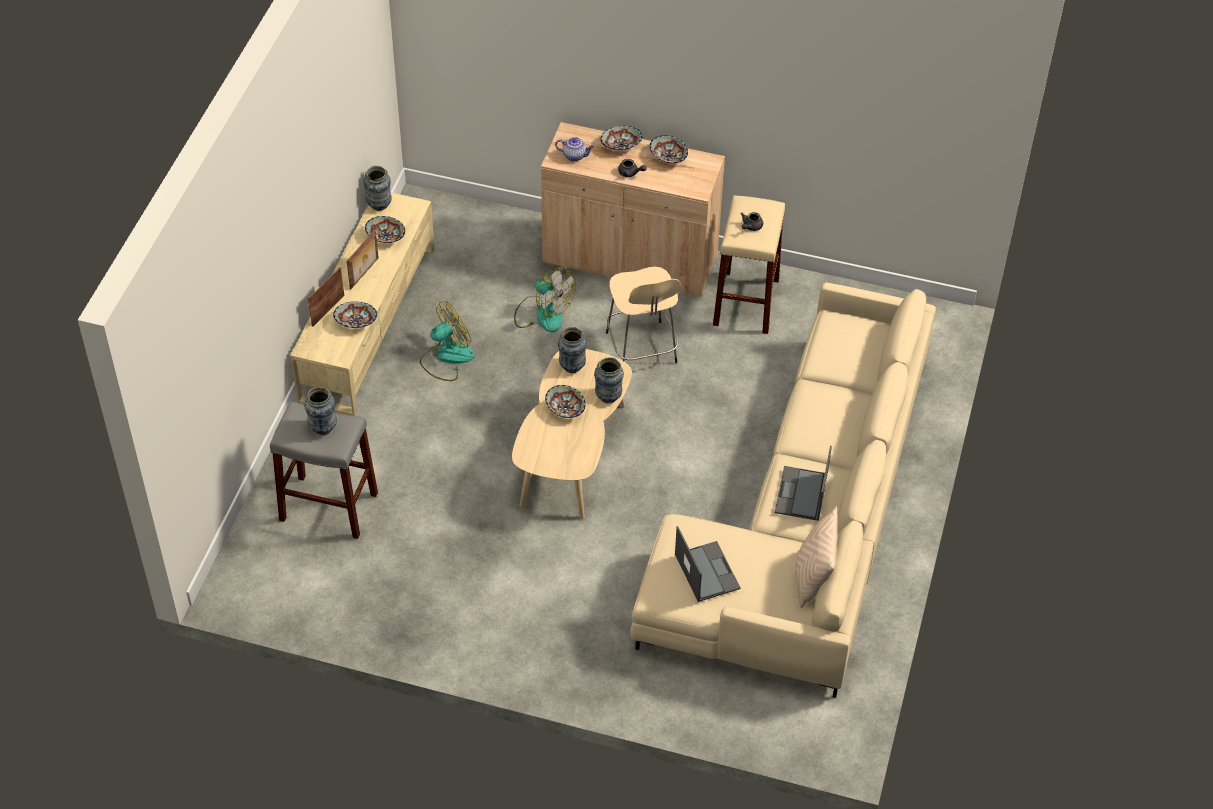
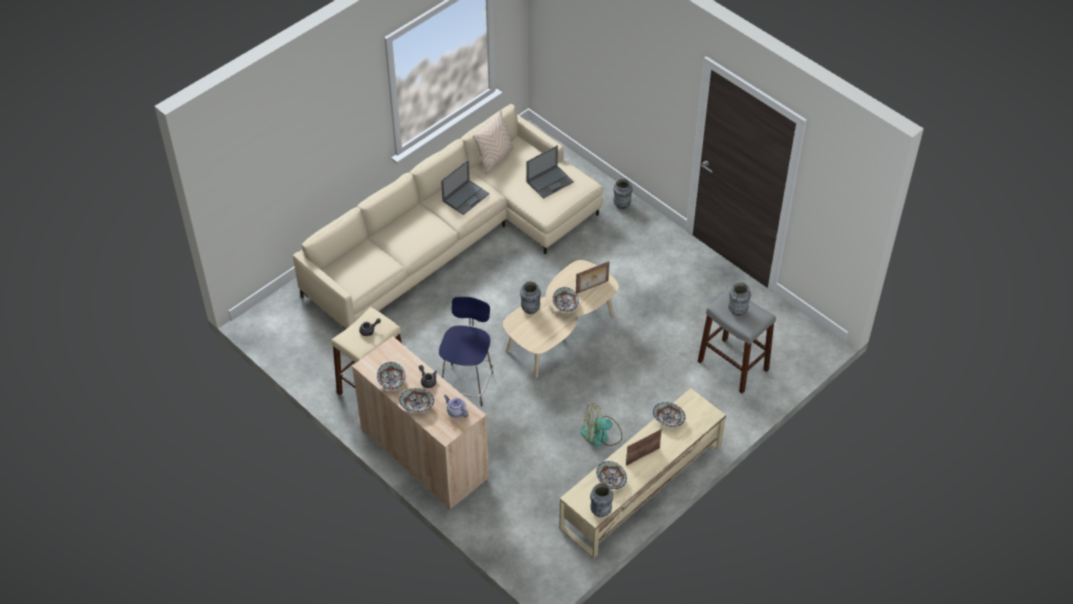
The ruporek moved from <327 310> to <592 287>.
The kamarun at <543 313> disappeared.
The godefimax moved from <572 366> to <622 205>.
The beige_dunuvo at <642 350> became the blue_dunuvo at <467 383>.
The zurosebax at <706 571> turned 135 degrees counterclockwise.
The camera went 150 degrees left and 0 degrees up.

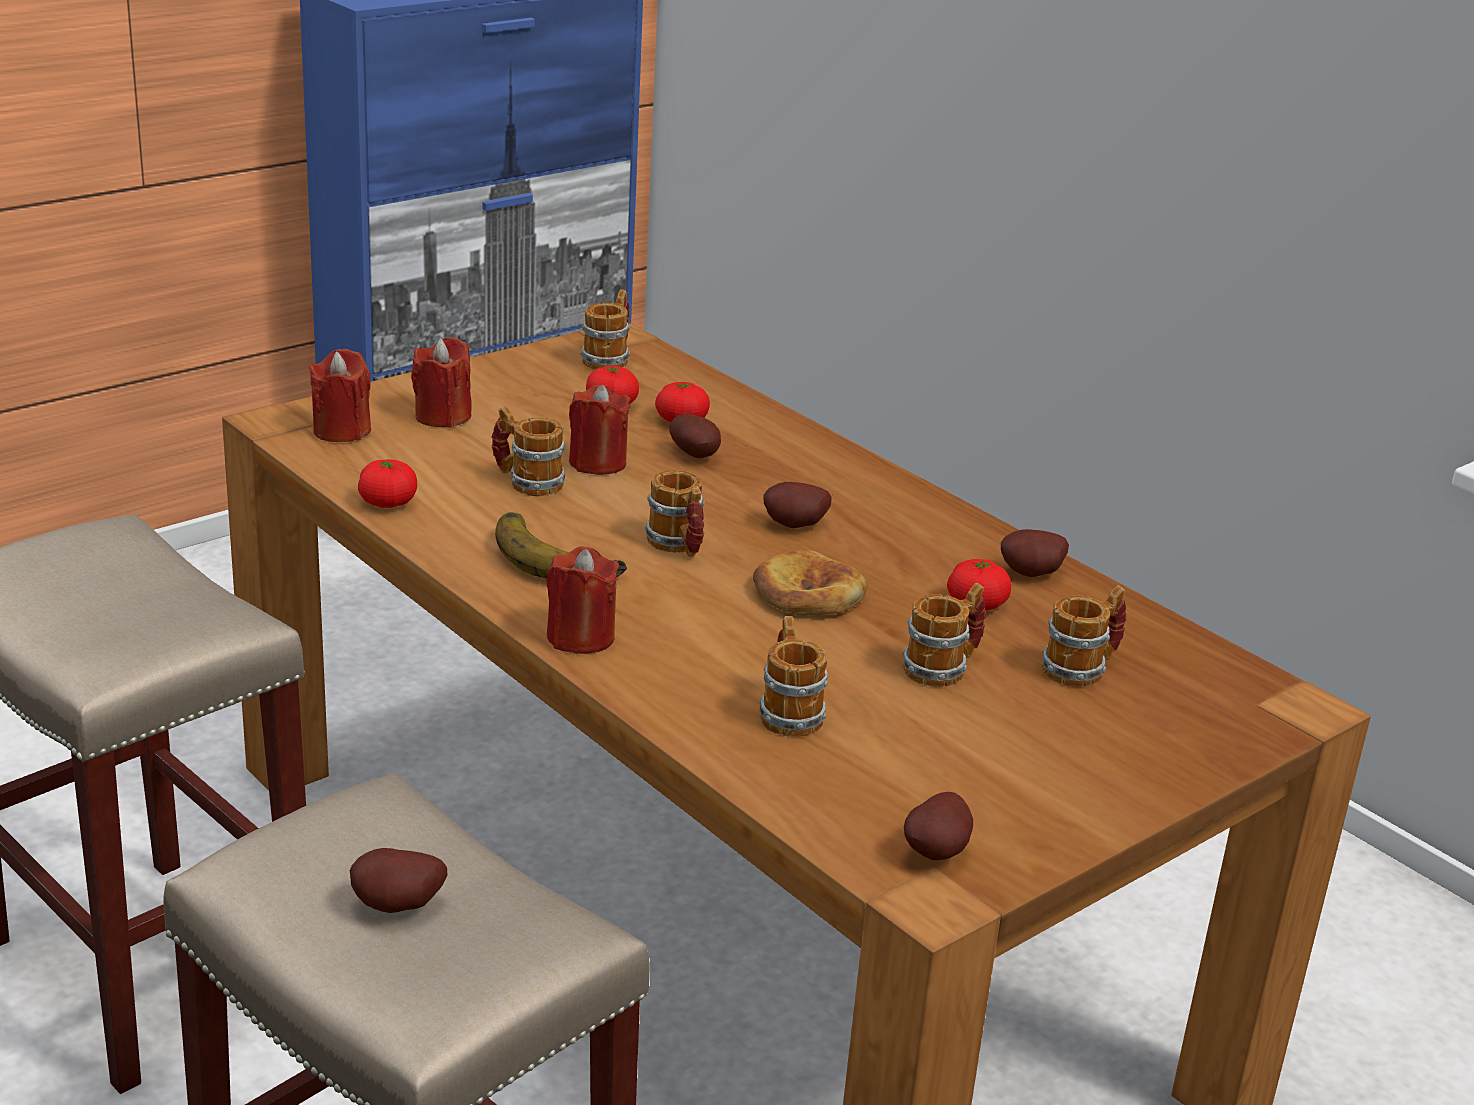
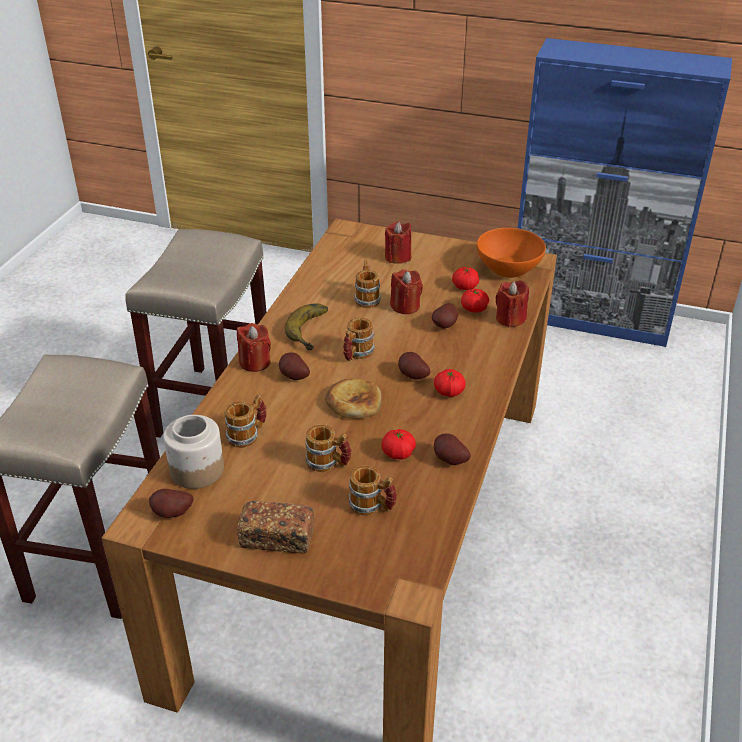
The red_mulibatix moved from <342 431> to <510 319>.
The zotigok moved from <398 908> to <293 377>.
The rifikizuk moved from <388 503> to <449 392>.
The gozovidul at <609 358> was replaced by the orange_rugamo at <509 267>.
The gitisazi at <196 470> appeared.
The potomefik at <277 538> appeared.
The camera went 60 degrees right and 10 degrees up.

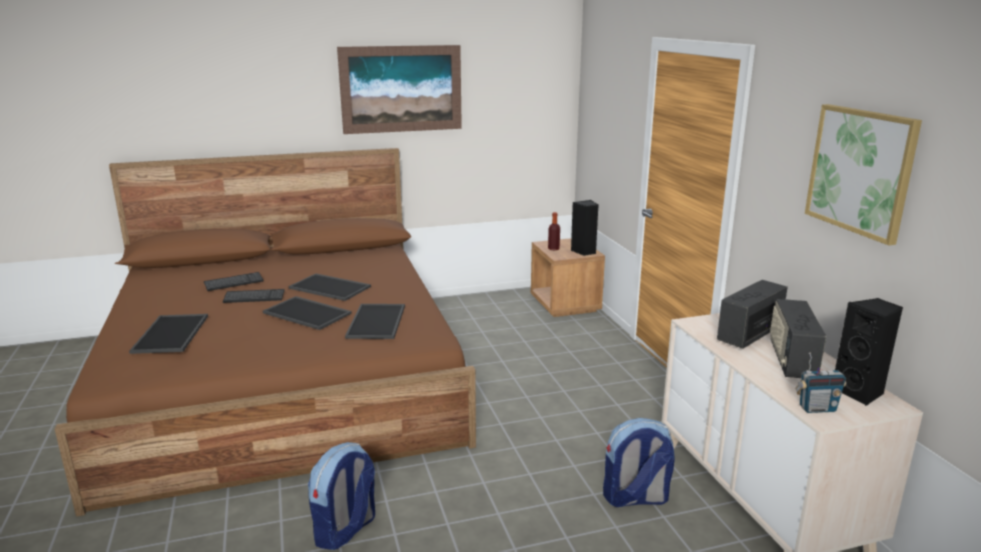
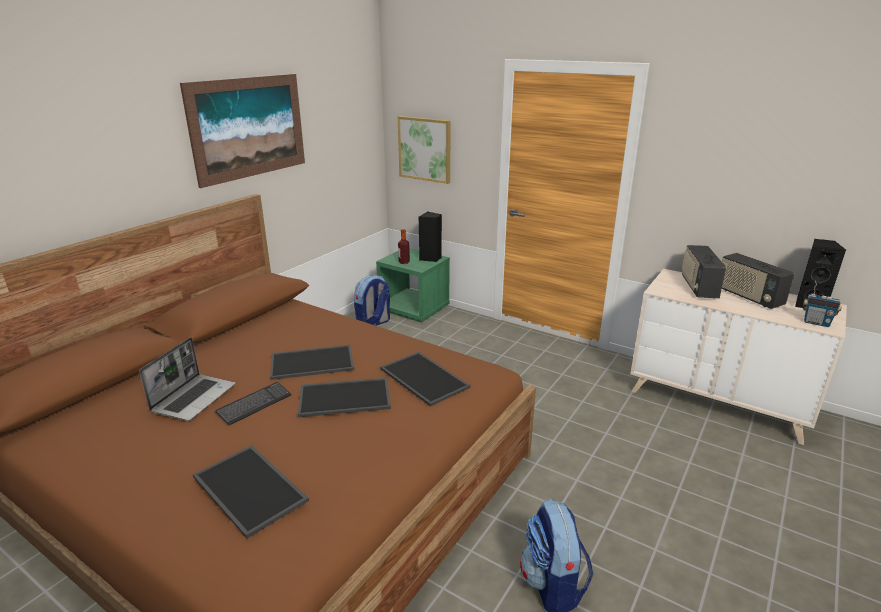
The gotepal at <234 283> was replaced by the zurosebax at <194 398>.
The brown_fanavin at <565 304> became the green_fanavin at <414 309>.
The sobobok moved from <635 498> to <373 324>.
The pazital at <817 408> turned 75 degrees clockwise.
The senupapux moved from <860 171> to <425 149>.
The camera went 40 degrees left and 5 degrees up.

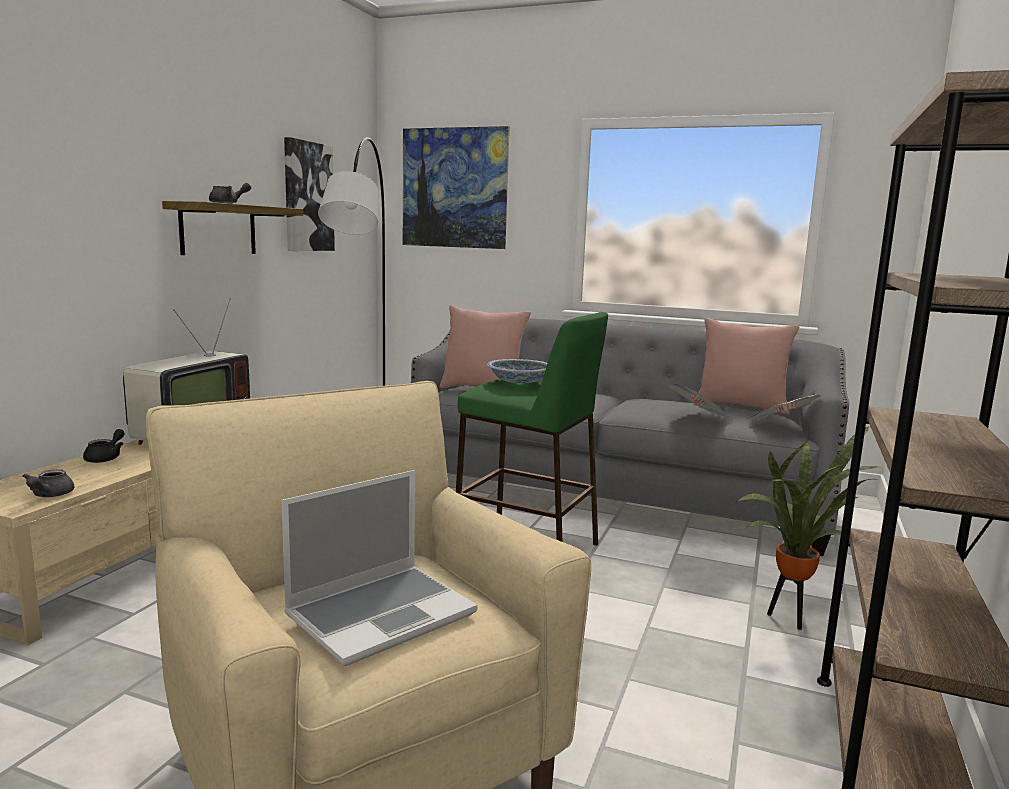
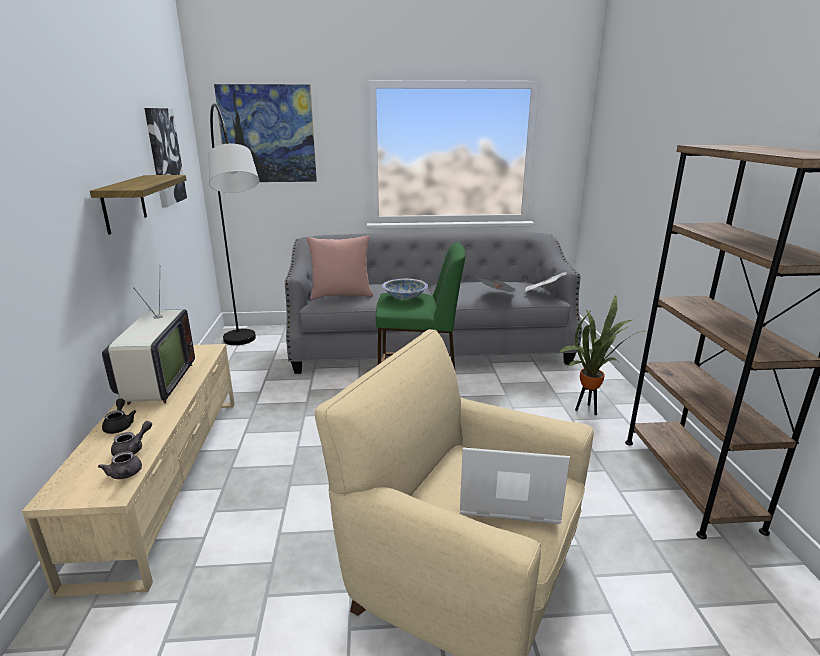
The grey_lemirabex moved from <228 203> to <133 449>.
The zurosebax at <382 613> turned 105 degrees counterclockwise.
The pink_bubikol at <741 407> disappeared.
The camera went 25 degrees left and 10 degrees up.

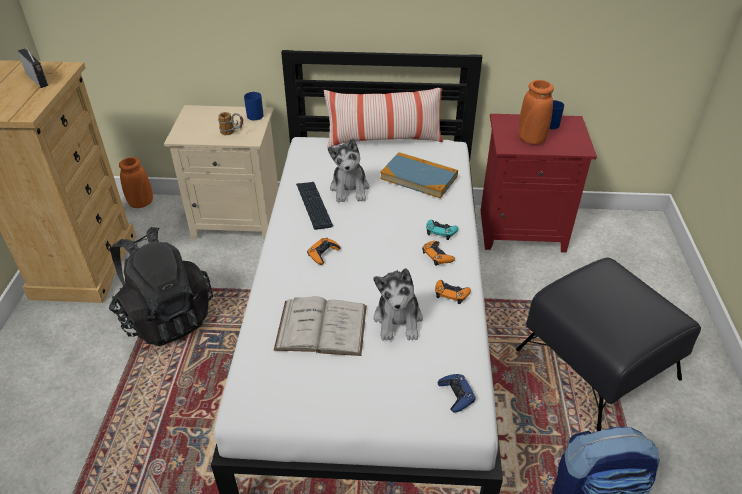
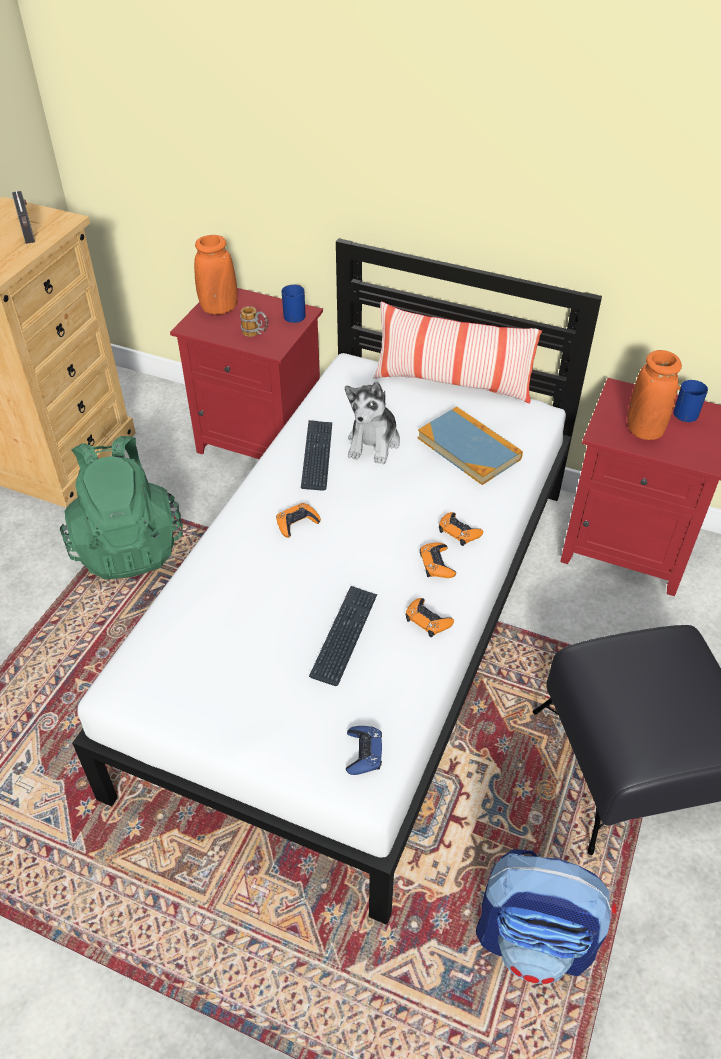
The black_sobobok at <166 316> became the green_sobobok at <128 545>.
The orange_godefimax moved from <141 203> to <219 309>.
The beige_fanavin at <239 219> became the red_fanavin at <262 440>.
The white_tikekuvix at <321 327> disappeared.
The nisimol at <398 320> was replaced by the gotepal at <344 635>.
The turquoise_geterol at <440 231> became the orange_geterol at <459 532>.
The camera went 20 degrees right and 5 degrees up.

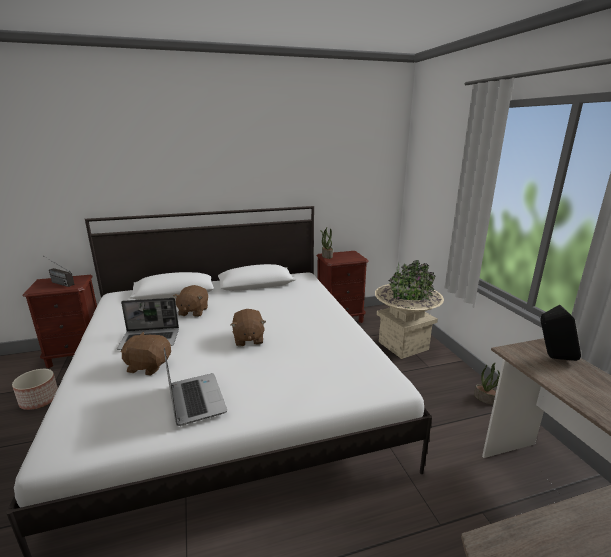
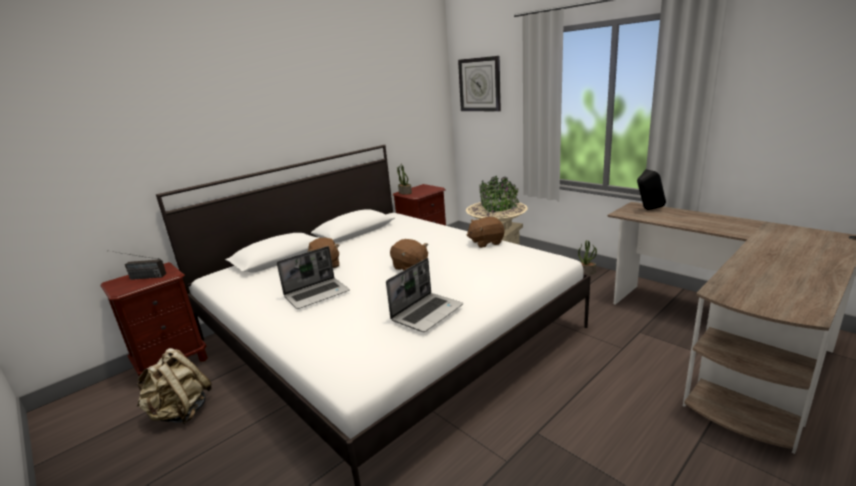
The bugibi at <39 400> was replaced by the beige_sobobok at <180 412>.
The brown_nisimol moved from <148 366> to <486 242>.
The zurosebax at <195 399> turned 90 degrees clockwise.
The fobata at <480 84> appeared.
The camera went 25 degrees left and 0 degrees up.

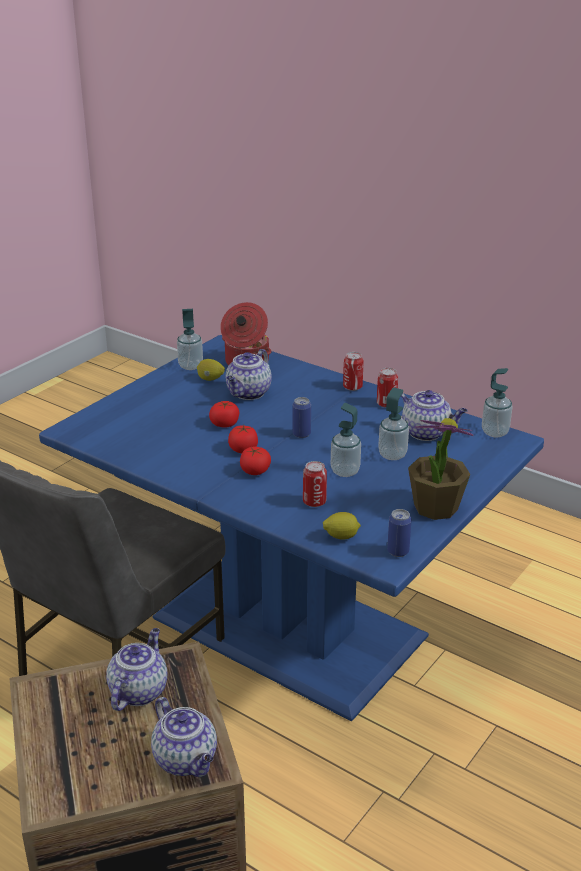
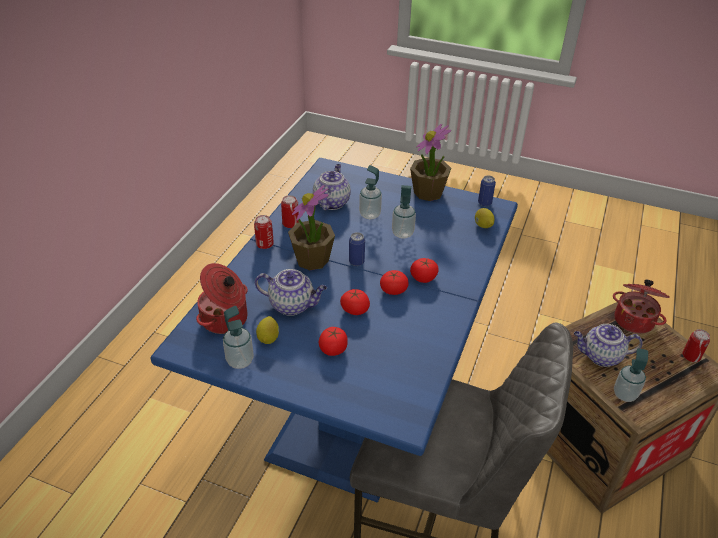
The lemirabex at <187 760> was replaced by the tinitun at <634 320>.
The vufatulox moved from <314 502> to <691 356>.
The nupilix moved from <495 432> to <624 394>.
The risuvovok at <312 260> appeared.
The rifikizuk at <333 348> appeared.
The camera went 105 degrees left and 10 degrees up.

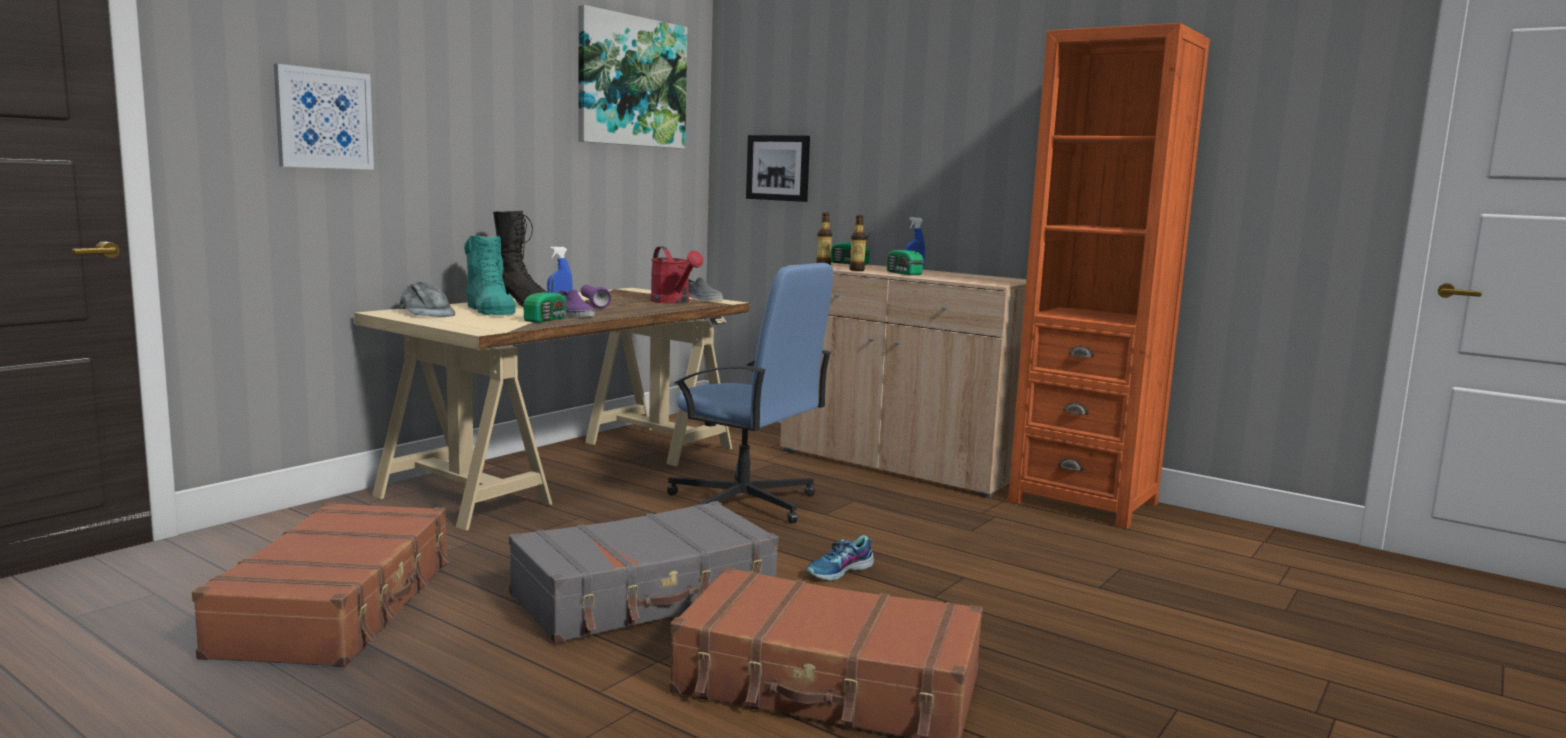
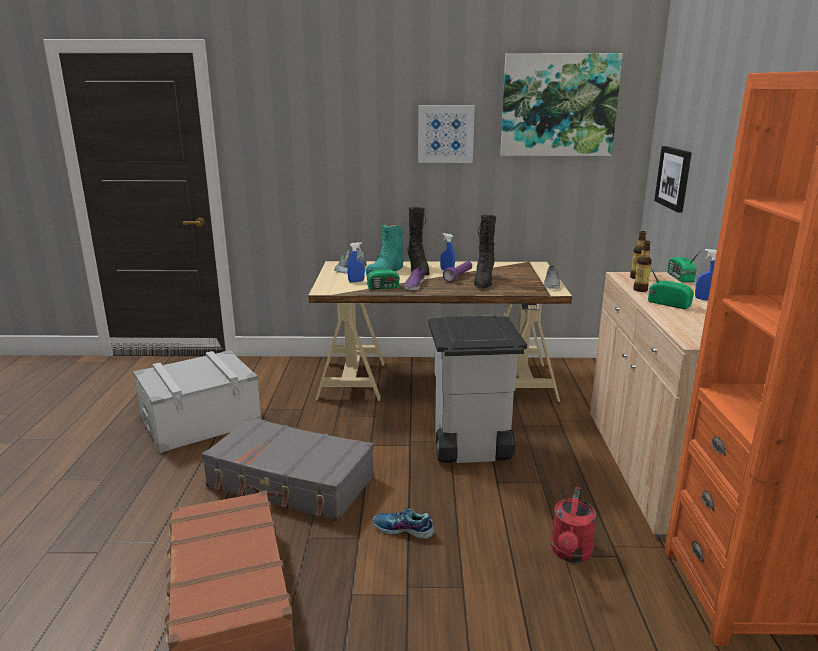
The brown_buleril at <339 606> was replaced by the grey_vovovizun at <201 420>.
The senupapux moved from <324 119> to <445 134>.
The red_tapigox moved from <674 302> to <570 554>.
The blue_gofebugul at <744 503> was replaced by the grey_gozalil at <469 448>.
The pazital at <904 273> turned 105 degrees clockwise.
The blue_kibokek at <356 281> appeared.
The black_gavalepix at <483 281> appeared.
The camera went 55 degrees right and 10 degrees up.

